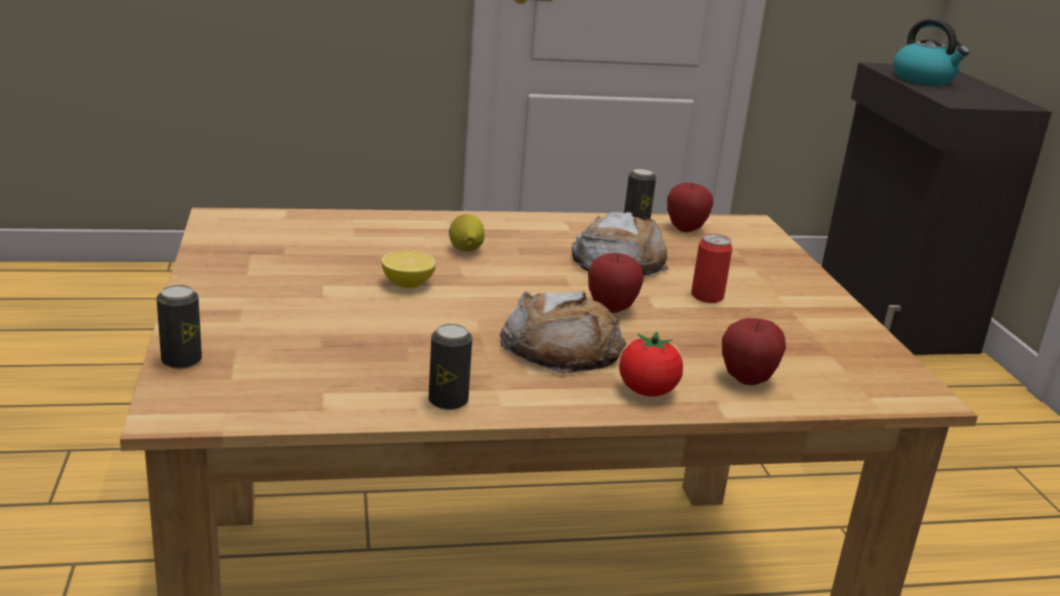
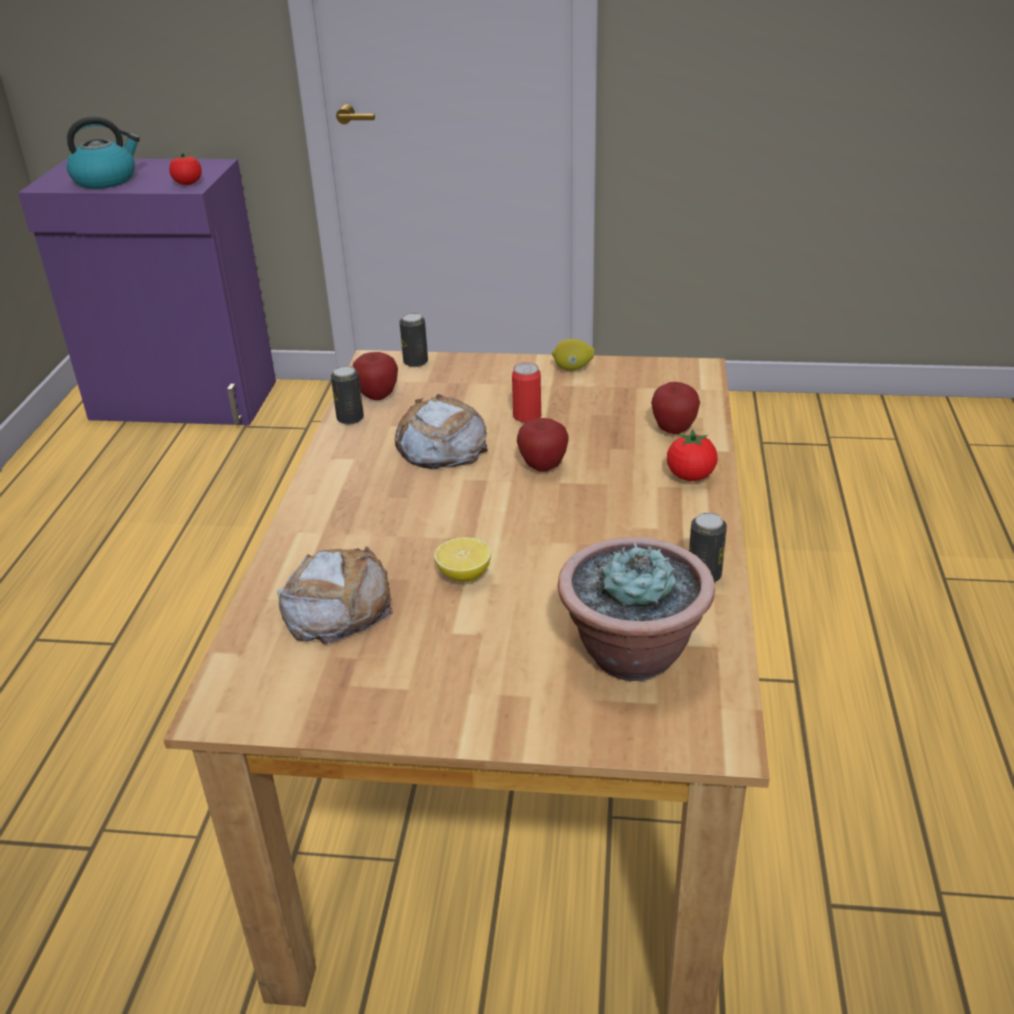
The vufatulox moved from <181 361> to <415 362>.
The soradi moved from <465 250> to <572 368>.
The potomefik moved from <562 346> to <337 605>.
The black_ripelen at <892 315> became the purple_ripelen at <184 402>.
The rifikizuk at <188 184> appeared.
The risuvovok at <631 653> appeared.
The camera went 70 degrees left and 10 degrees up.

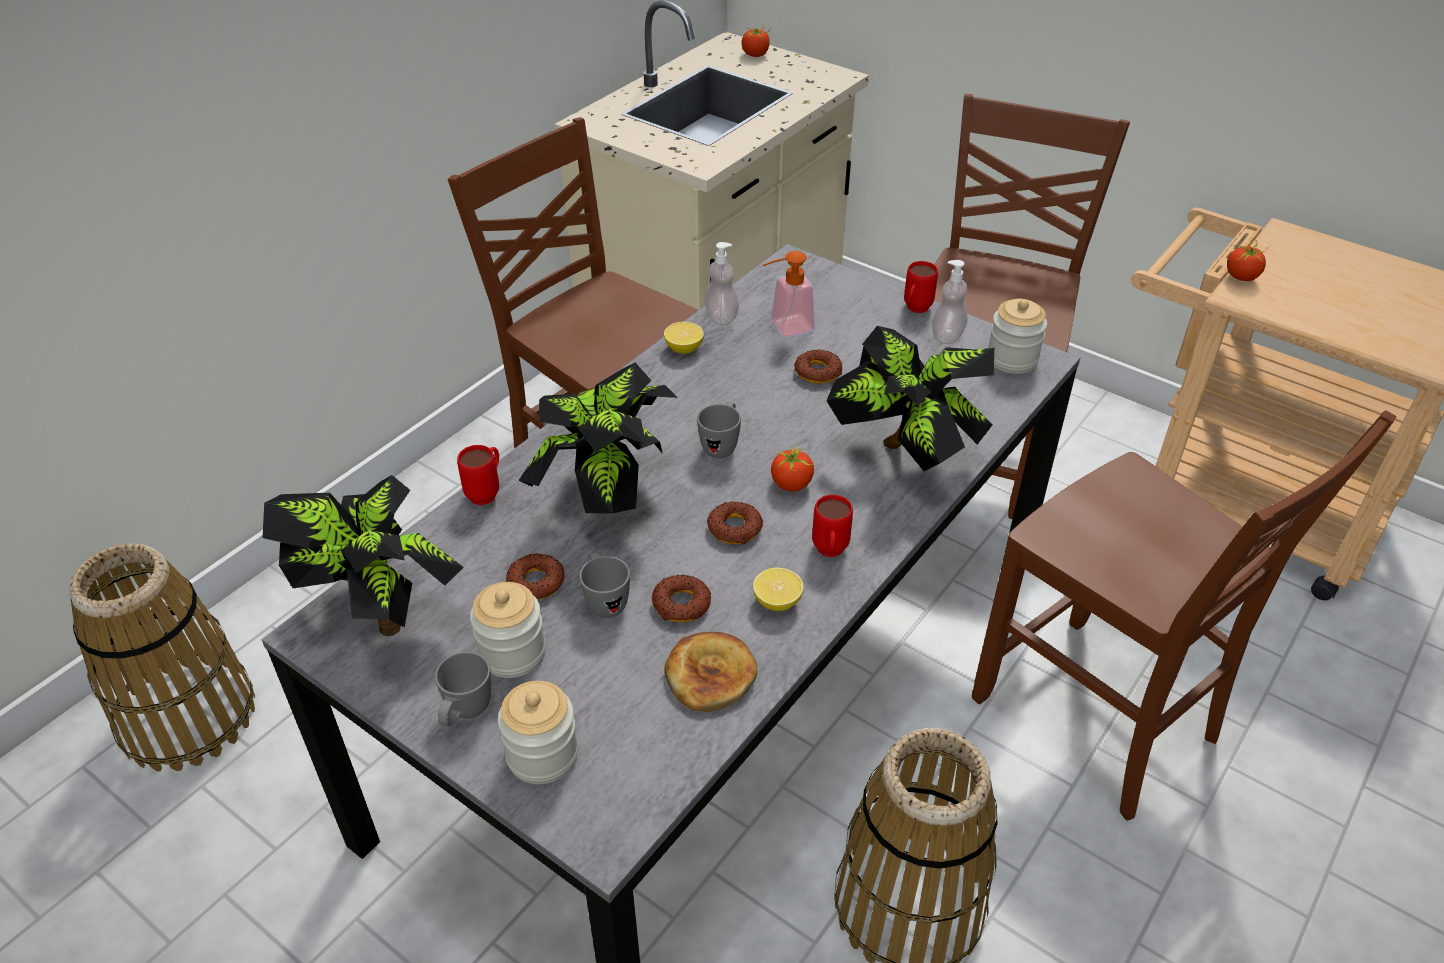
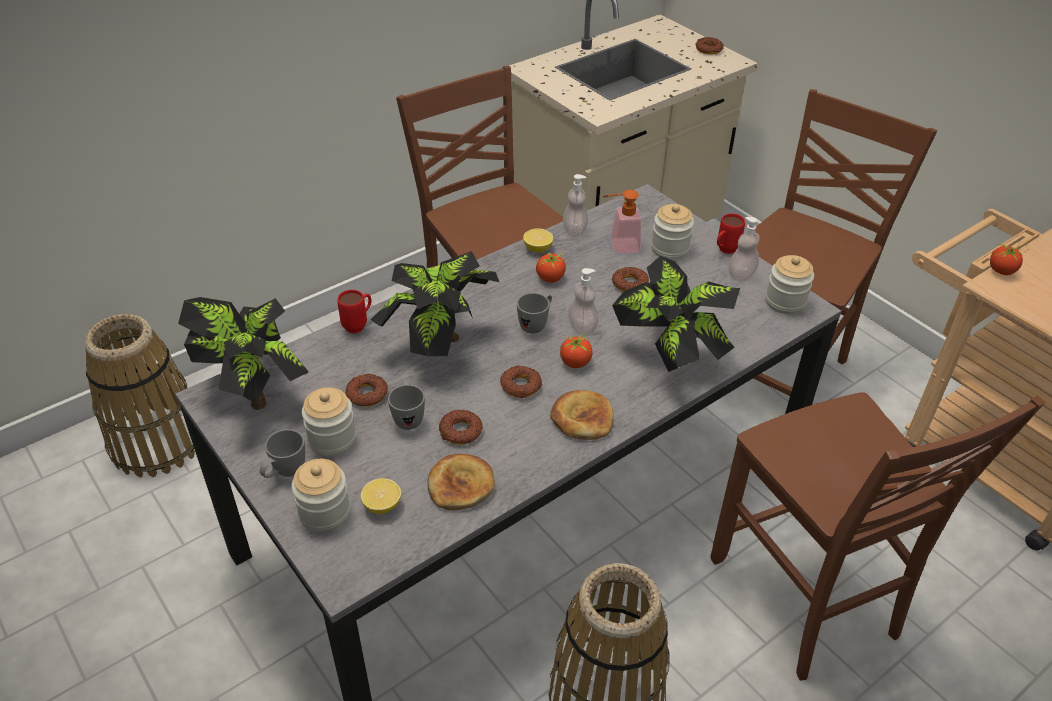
The rifikizuk moved from <755 54> to <550 278>.
The soradi moved from <777 602> to <382 505>.
The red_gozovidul at <829 553> was replaced by the potomefik at <582 418>.
The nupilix at <582 327> appeared.
The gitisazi at <670 249> appeared.
The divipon at <708 49> appeared.
The camera went 15 degrees right and 0 degrees up.

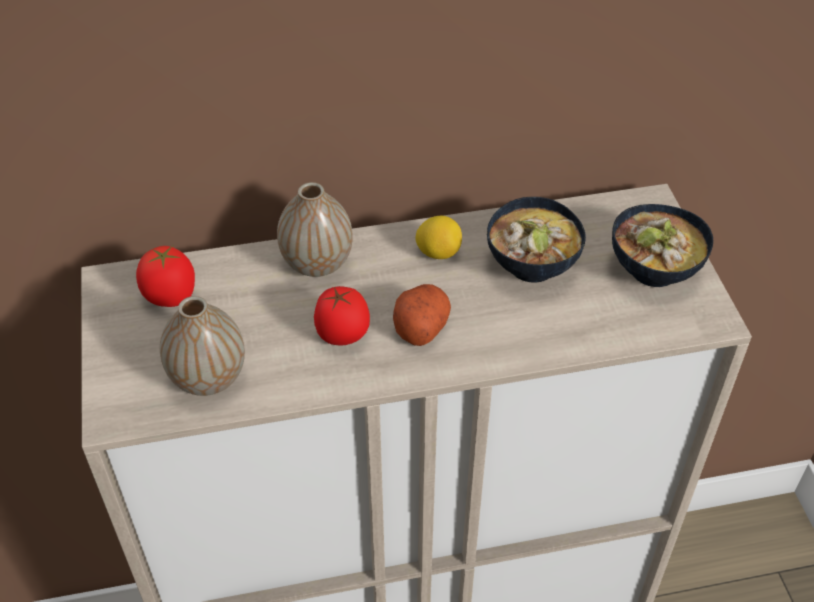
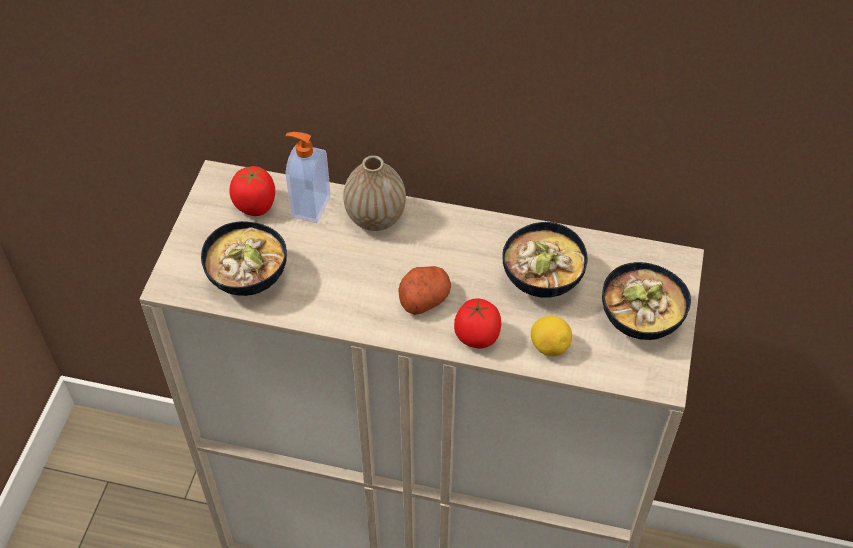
The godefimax at <208 377> was replaced by the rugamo at <248 280>.
The rifikizuk moved from <343 335> to <477 338>.
The soradi moved from <438 252> to <549 346>.
The nupilix at <309 206> appeared.
The camera went 25 degrees right and 5 degrees up.

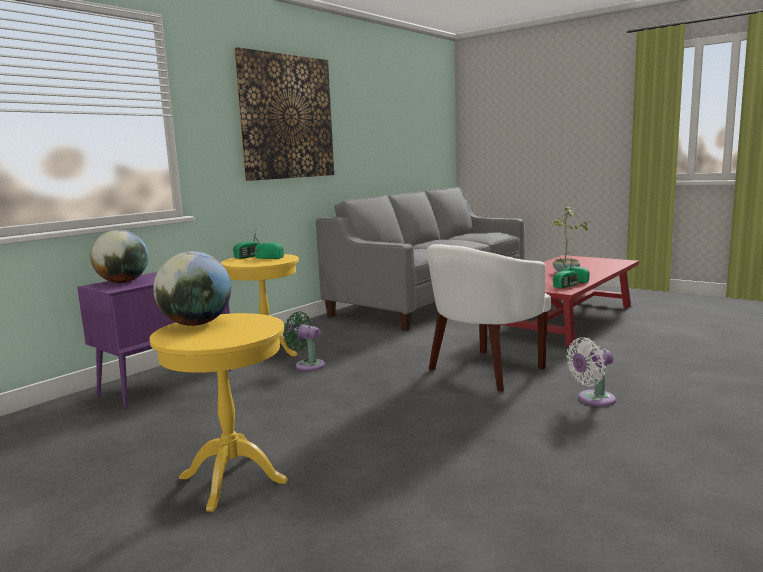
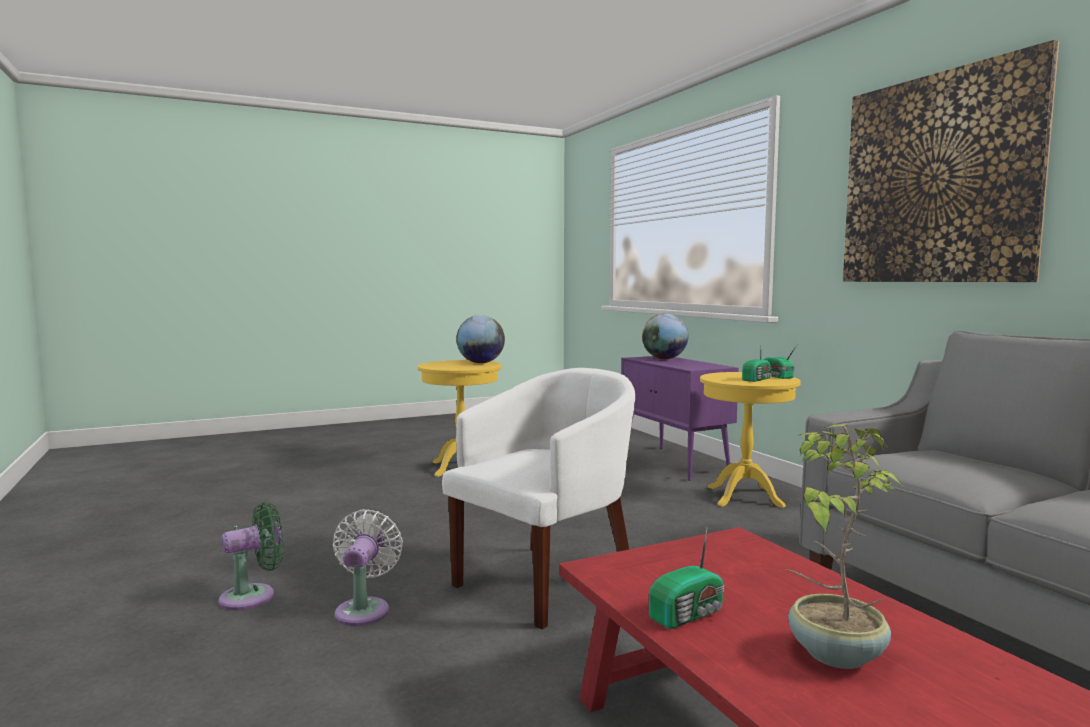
The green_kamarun moved from <307 365> to <253 596>.
The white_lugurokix at <484 371> turned 60 degrees clockwise.
The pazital at <566 286> disappeared.
The camera went 115 degrees right and 5 degrees down.

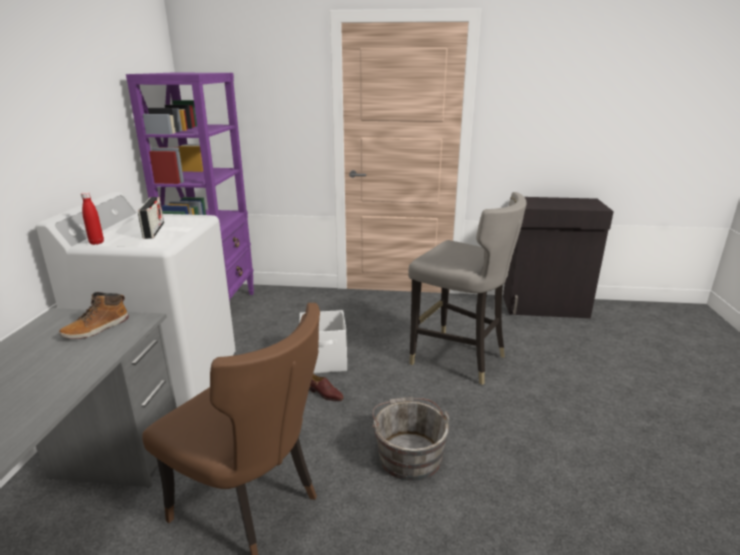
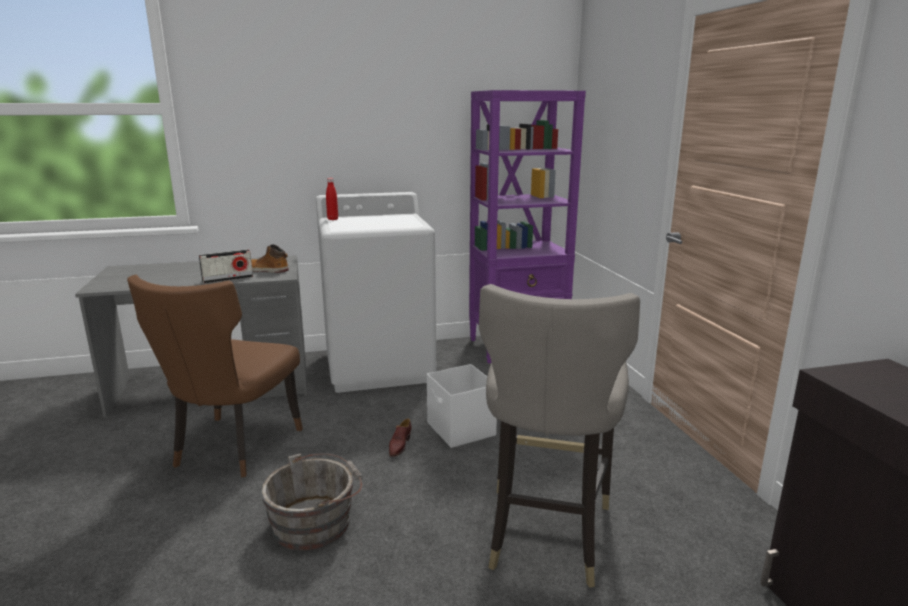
The pazital moved from <154 230> to <228 279>.
The camera went 70 degrees right and 5 degrees down.

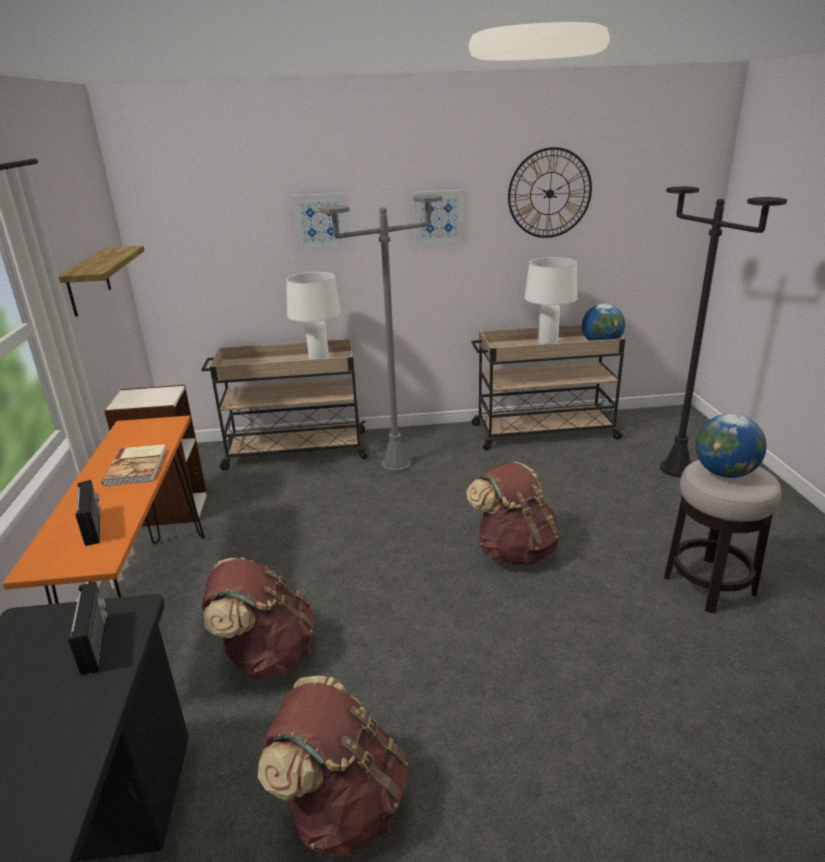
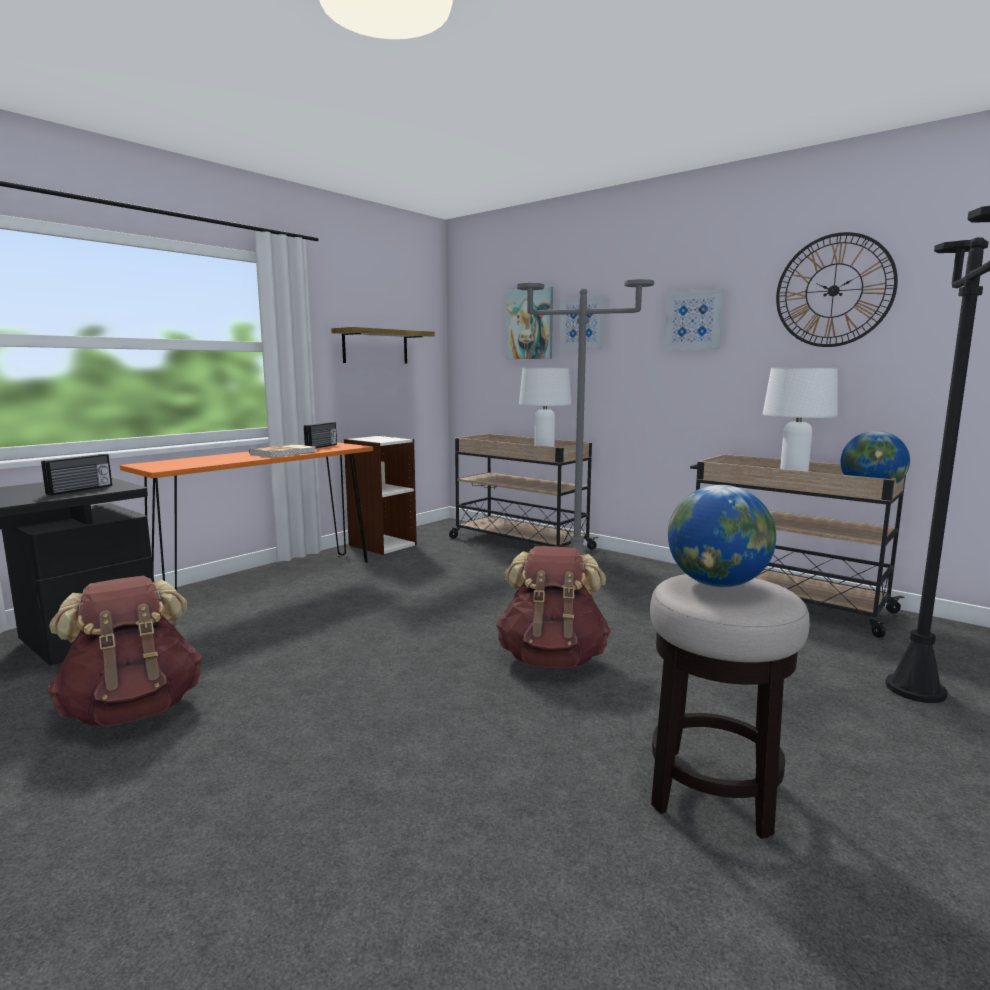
The pazital moved from <94 527> to <322 446>.
The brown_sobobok at <266 655> disappeared.
The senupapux at <530 324> appeared.
The camera went 45 degrees right and 15 degrees down.

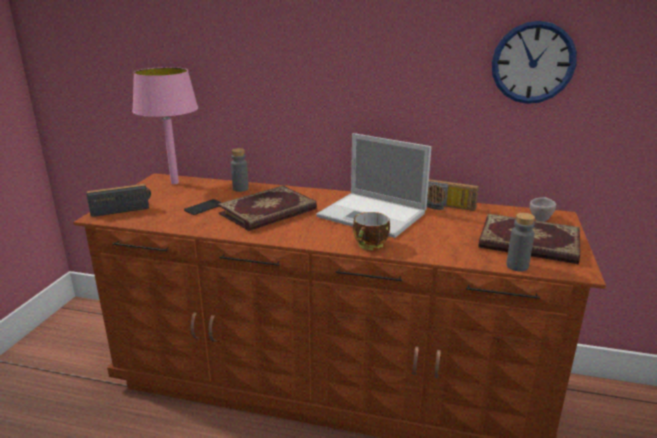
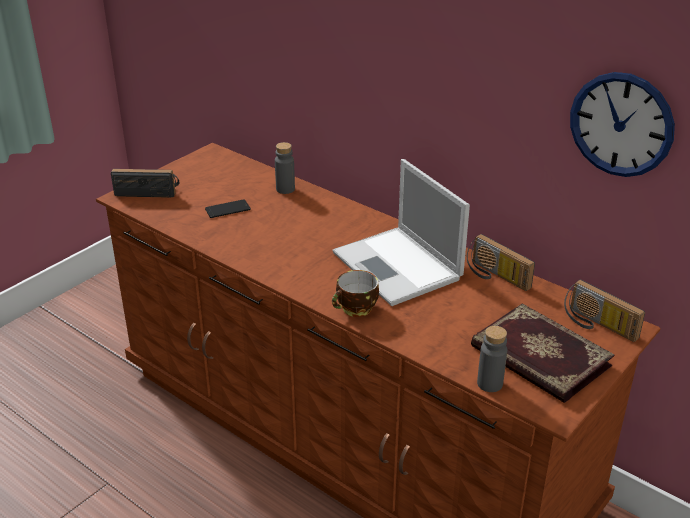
The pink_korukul at <174 183> disappeared.
The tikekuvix at <268 212> disappeared.
The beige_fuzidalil at <540 218> was replaced by the pazital at <597 325>.
The camera went 25 degrees right and 10 degrees up.

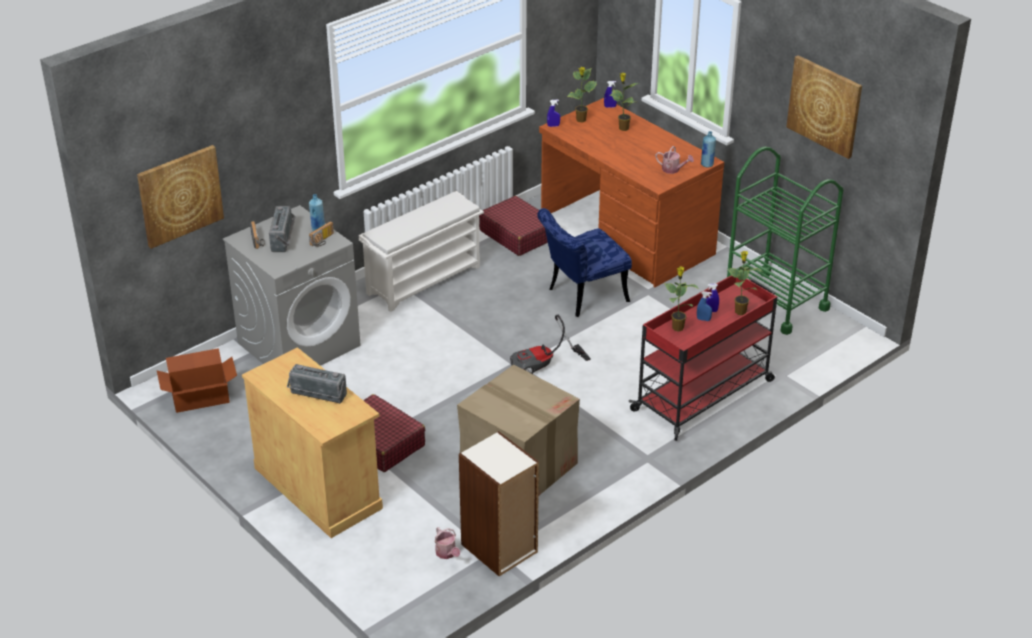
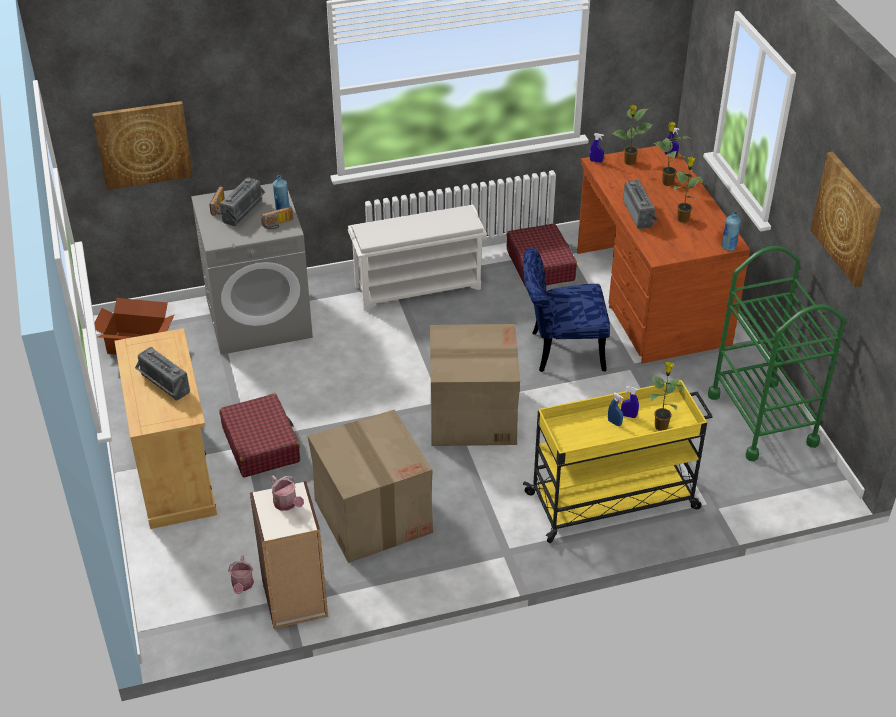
The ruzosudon at <544 366> was replaced by the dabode at <471 415>.
The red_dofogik at <704 395> became the yellow_dofogik at <614 501>.
The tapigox moved from <673 169> to <287 504>.
The risuvovok moved from <677 327> to <683 218>.
The pazital at <640 214> appeared.
The camera went 25 degrees right and 5 degrees up.

